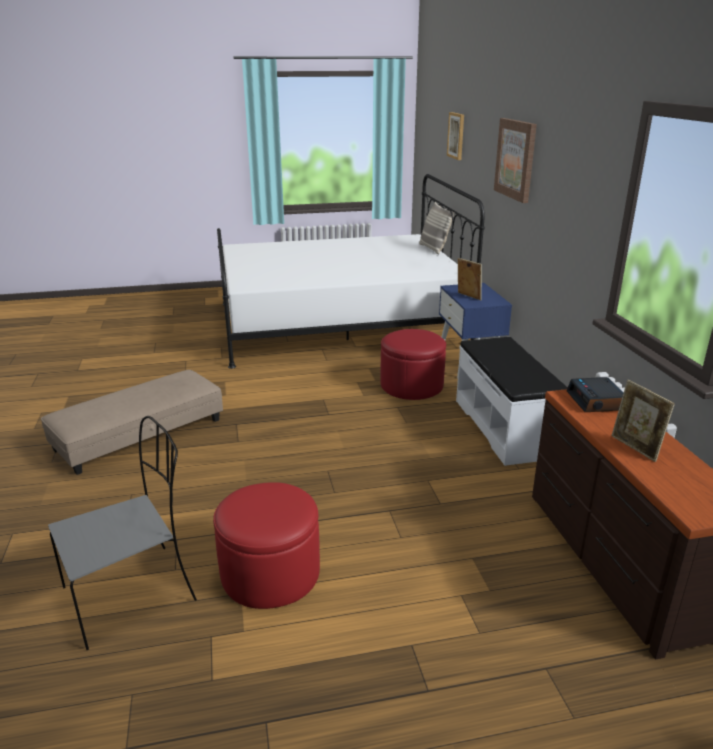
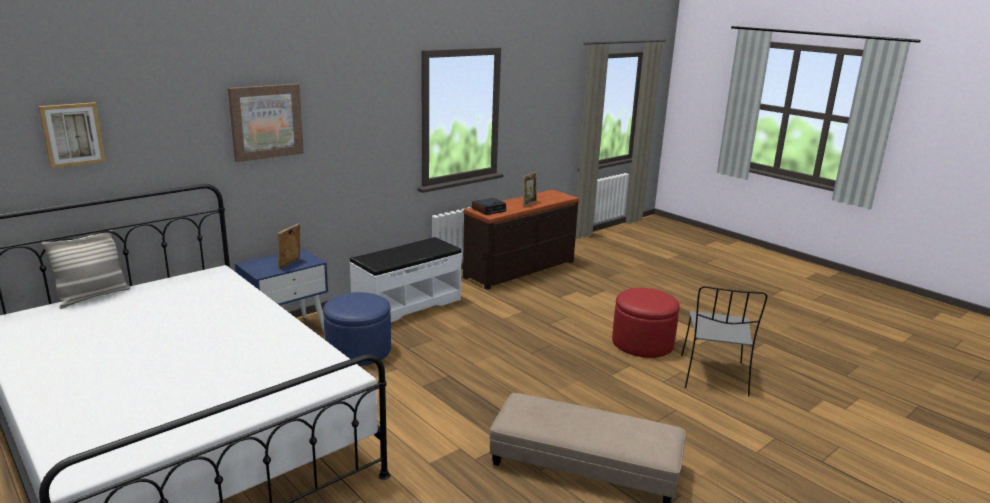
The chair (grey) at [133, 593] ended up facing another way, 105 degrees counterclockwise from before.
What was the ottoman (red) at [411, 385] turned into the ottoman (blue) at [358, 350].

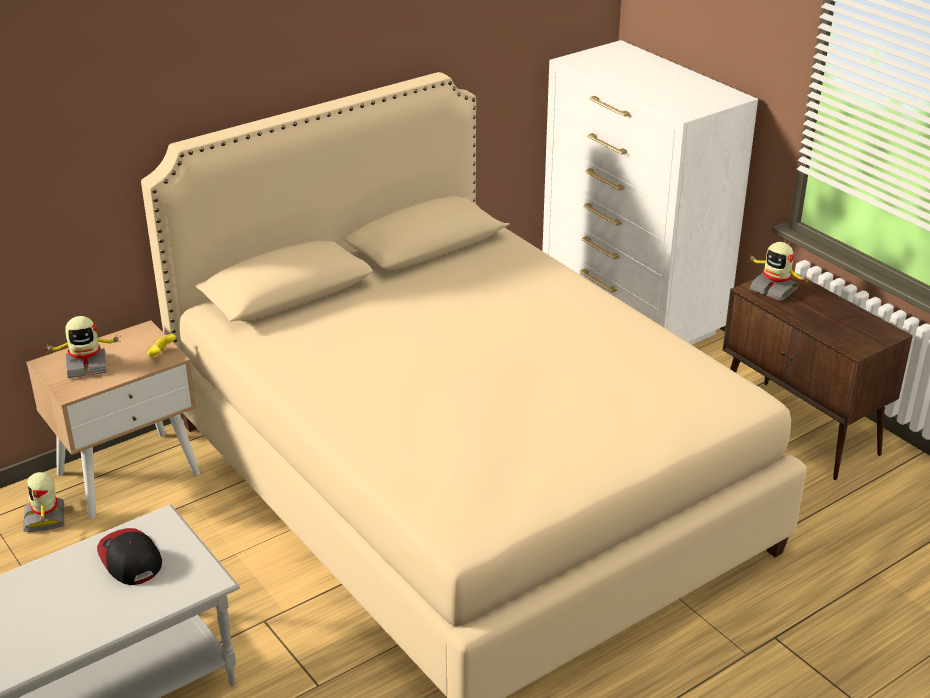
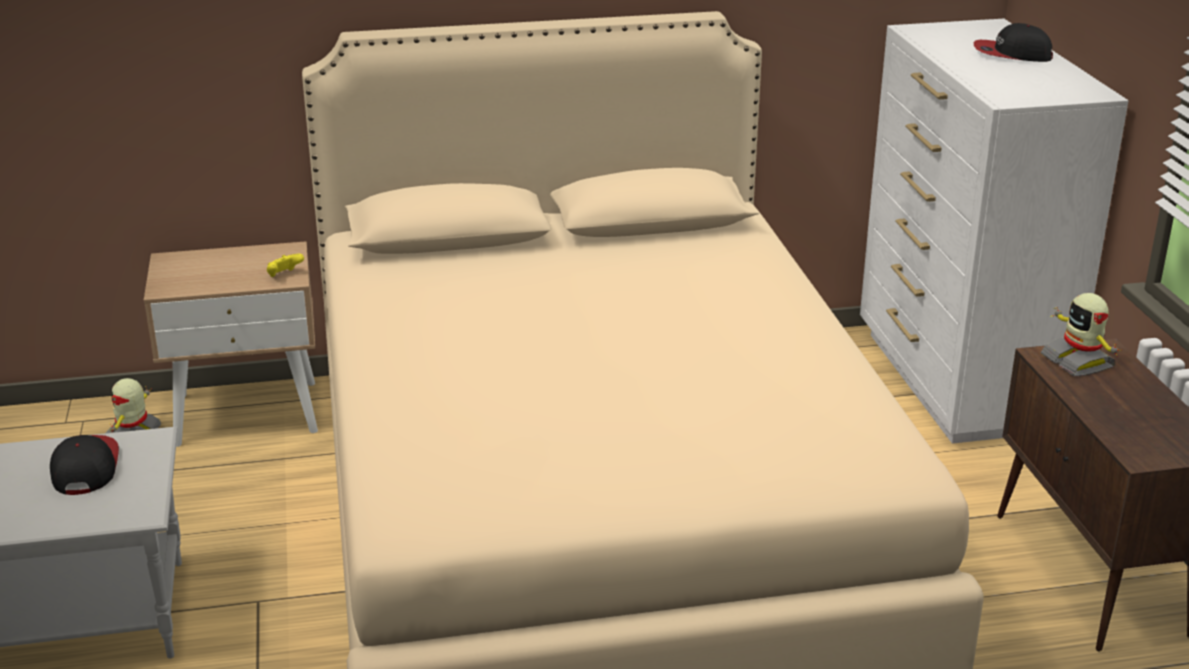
The second view lost the toy robot at [87, 366].
The second view gained the cap at [1011, 54].

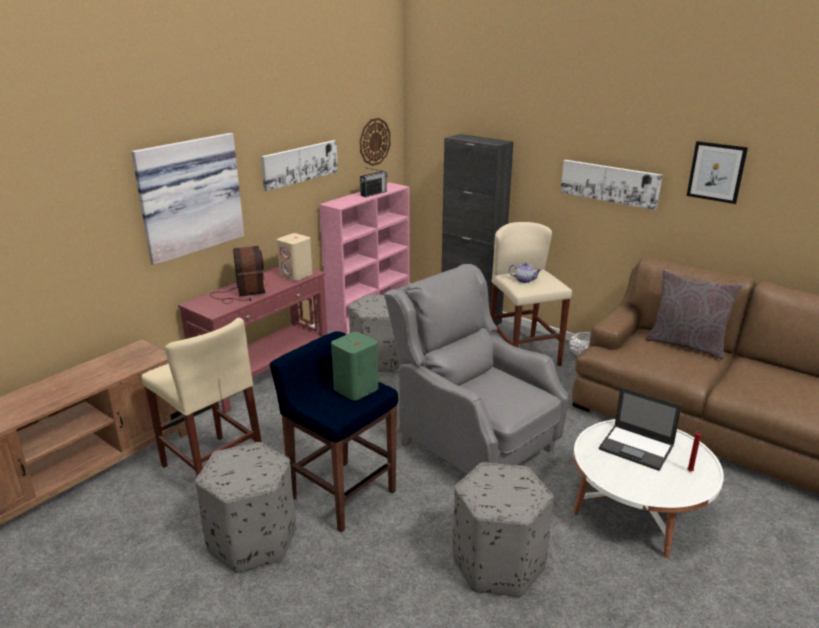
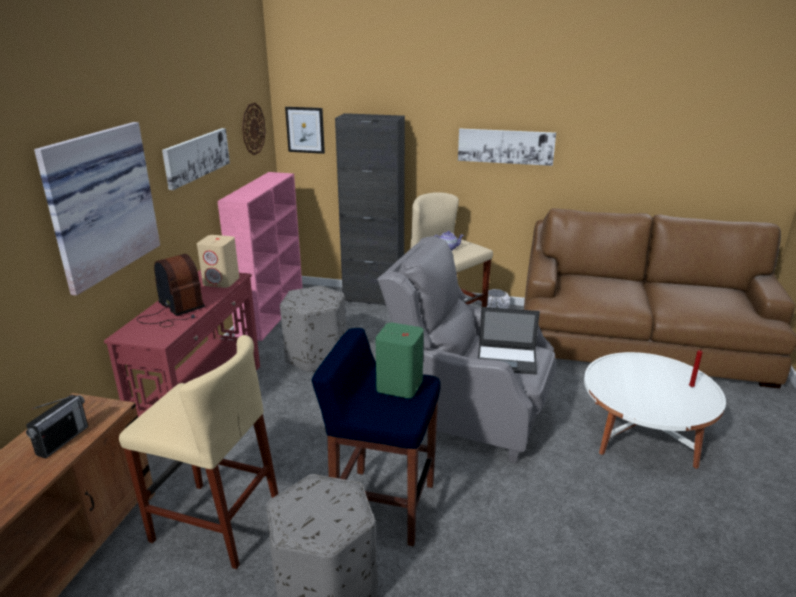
The radio ended up elsewhere, having gone from [373, 194] to [62, 440].
The second view lost the ottoman (grey) at [498, 564].
The laptop ended up elsewhere, having gone from [637, 447] to [507, 359].
The second view lost the pillow (grey) at [686, 344].
The picture ended up elsewhere, having gone from [716, 172] to [305, 130].

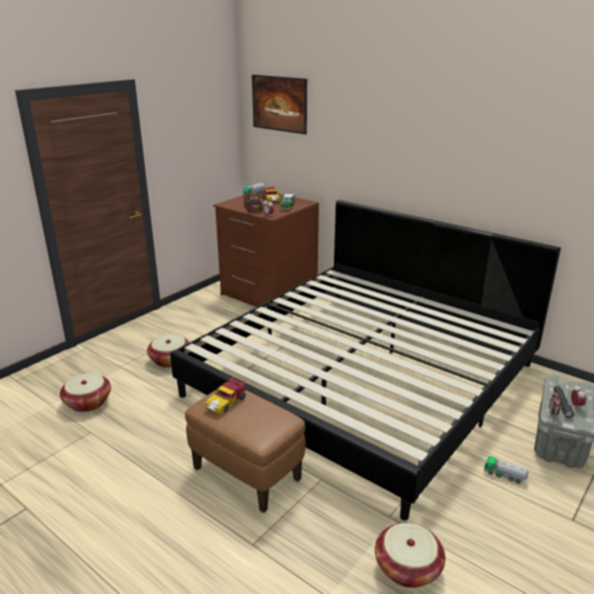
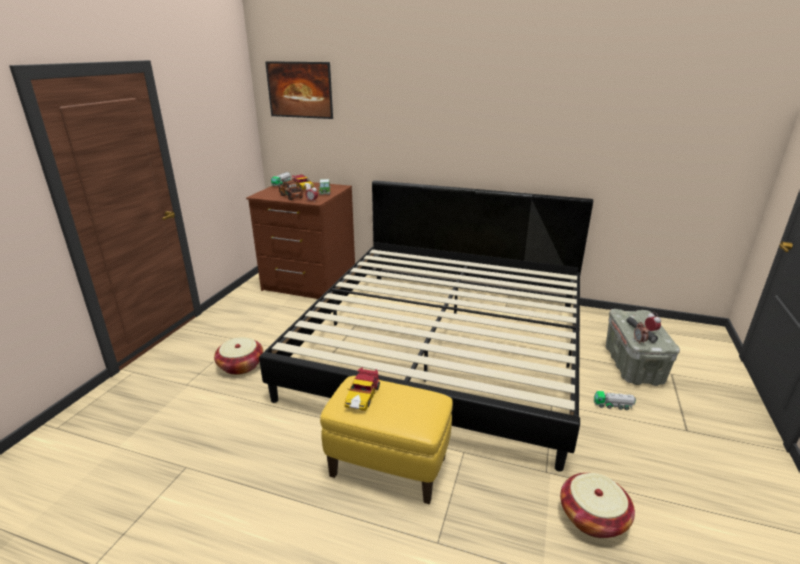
The second view lost the basket at [88, 402].
What was the ottoman (brown) at [247, 474] turned into the ottoman (yellow) at [389, 467].

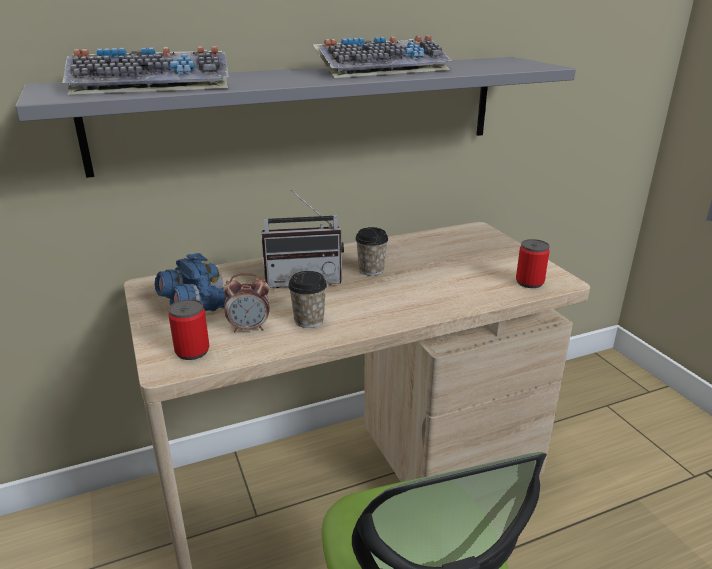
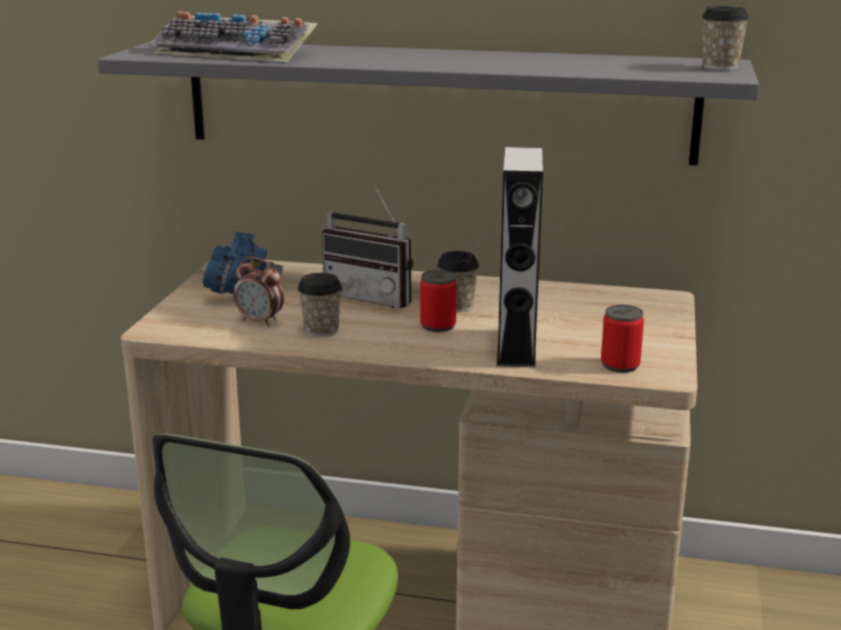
The can ended up elsewhere, having gone from [192, 351] to [438, 326].
The second view lost the keyboard at [382, 70].
The second view gained the speaker (grey) at [516, 347].
The second view gained the cup at [720, 67].

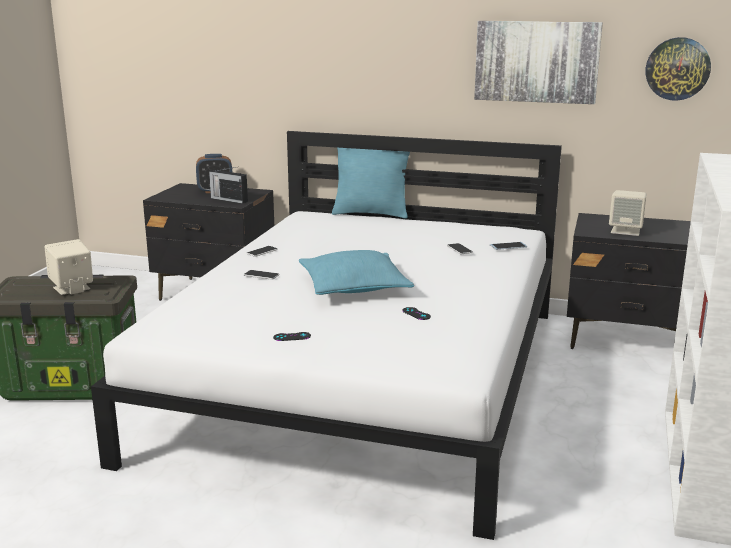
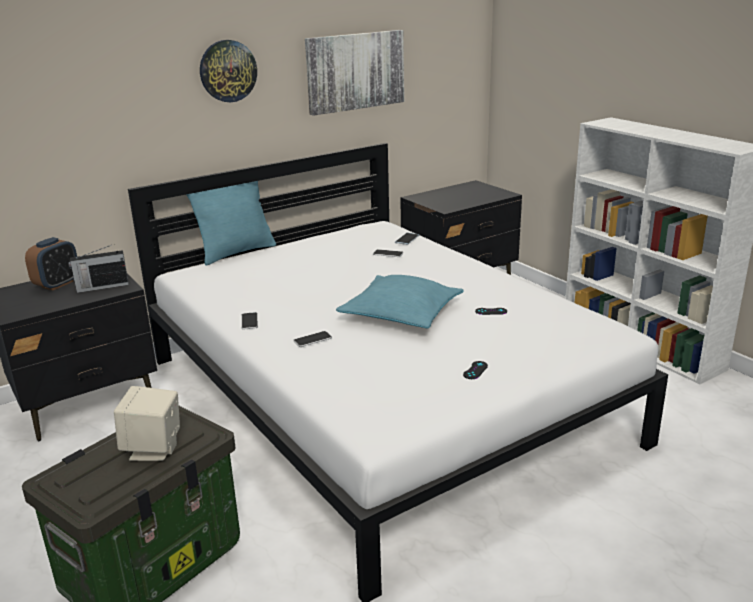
The second view lost the speaker (beige) at [626, 231].
The wall clock ended up elsewhere, having gone from [677, 68] to [228, 71].

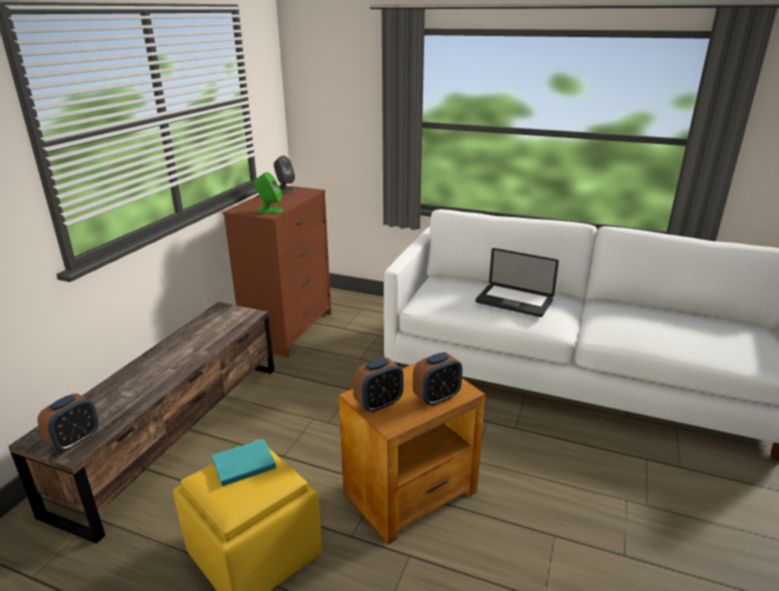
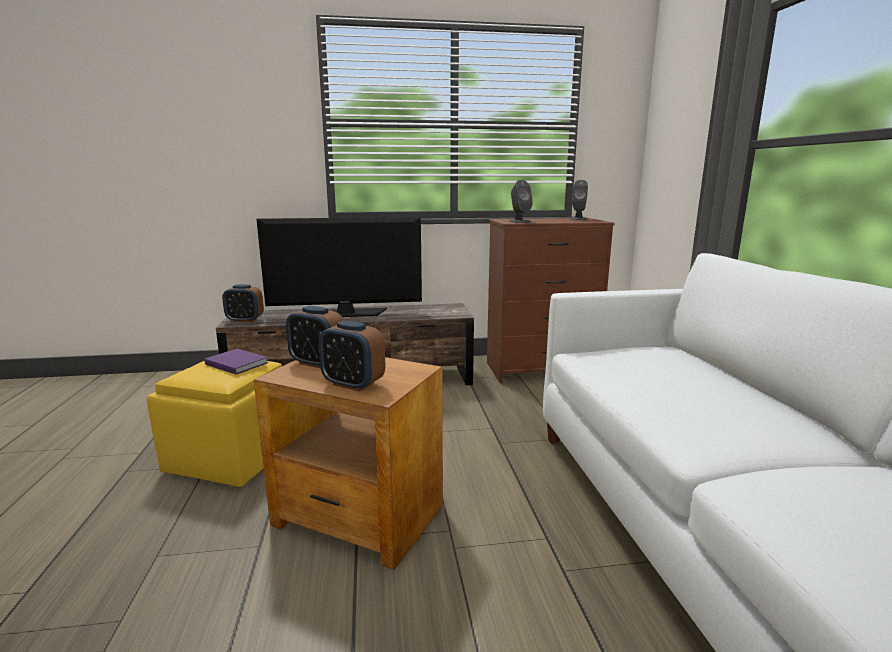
What was the book (turquoise) at [242, 464] turned into the book (purple) at [236, 363].
What was the speaker (green) at [269, 210] turned into the speaker (grey) at [519, 221].
The second view lost the laptop at [514, 301].
The second view gained the television at [345, 313].

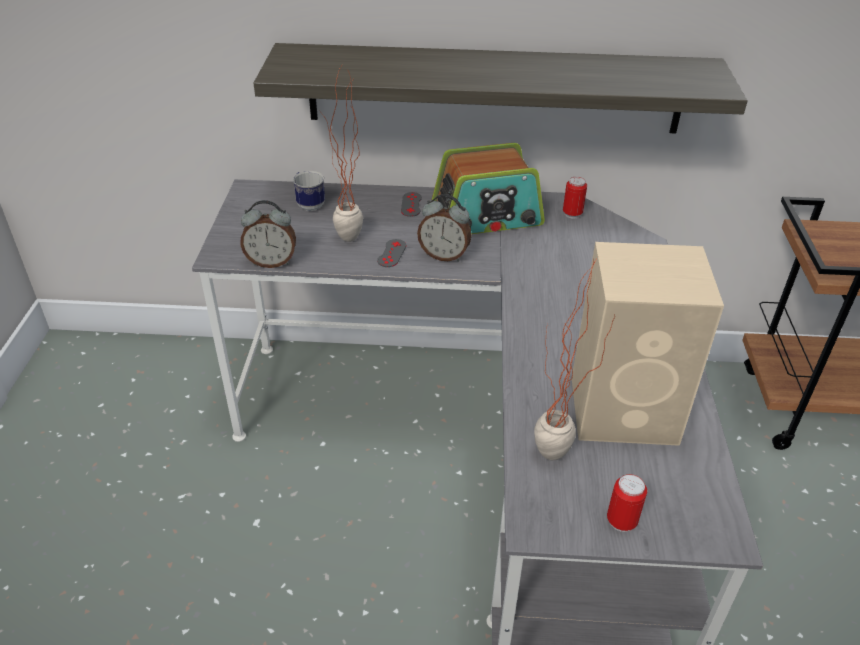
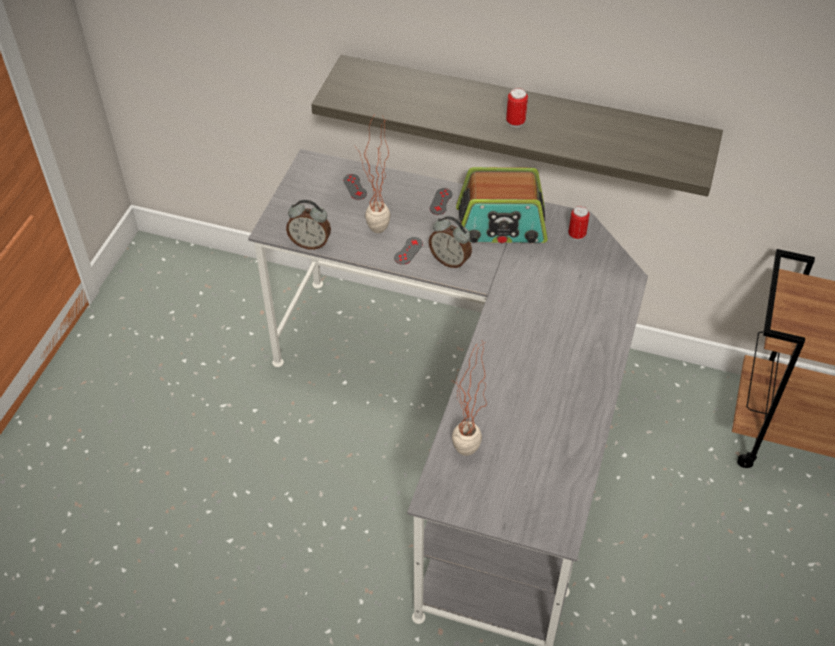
Where the mug stood at [308, 204], the game controller (grey) came to stand at [355, 187].
The second view lost the speaker (beige) at [626, 410].
The can ended up elsewhere, having gone from [621, 521] to [515, 122].

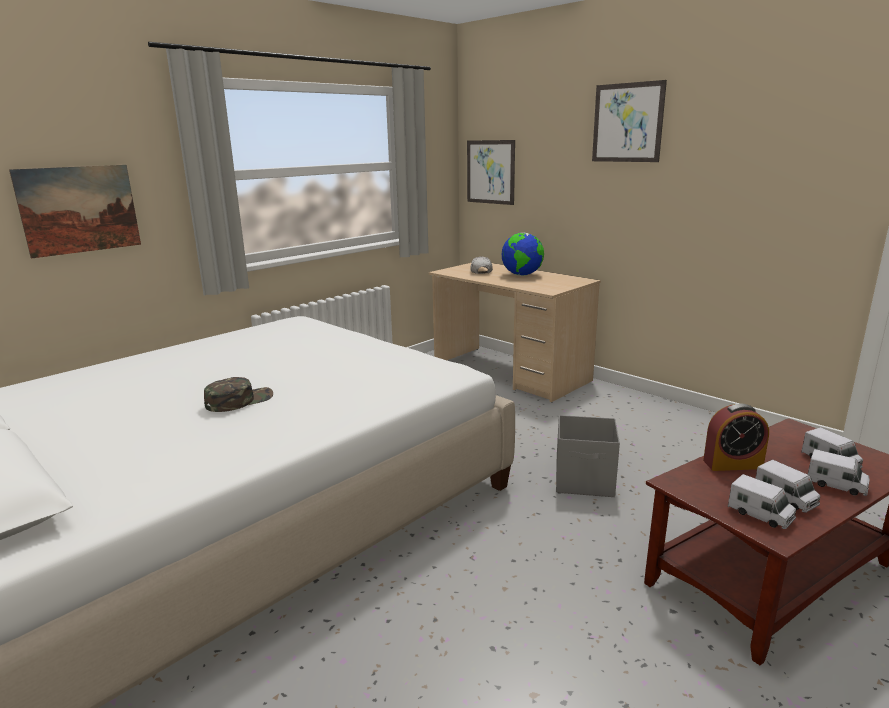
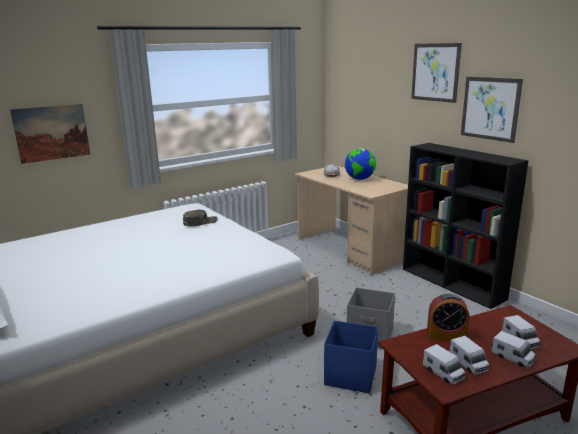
The cap (green) ended up elsewhere, having gone from [239, 401] to [200, 222].
The picture ended up elsewhere, having gone from [490, 172] to [490, 108].
The second view gained the storage box (blue) at [350, 375].
The second view gained the bookcase (black) at [453, 284].

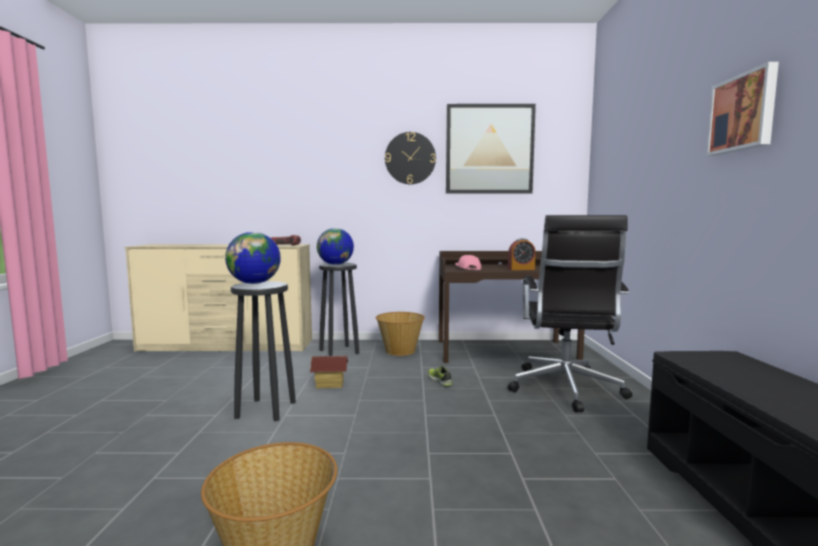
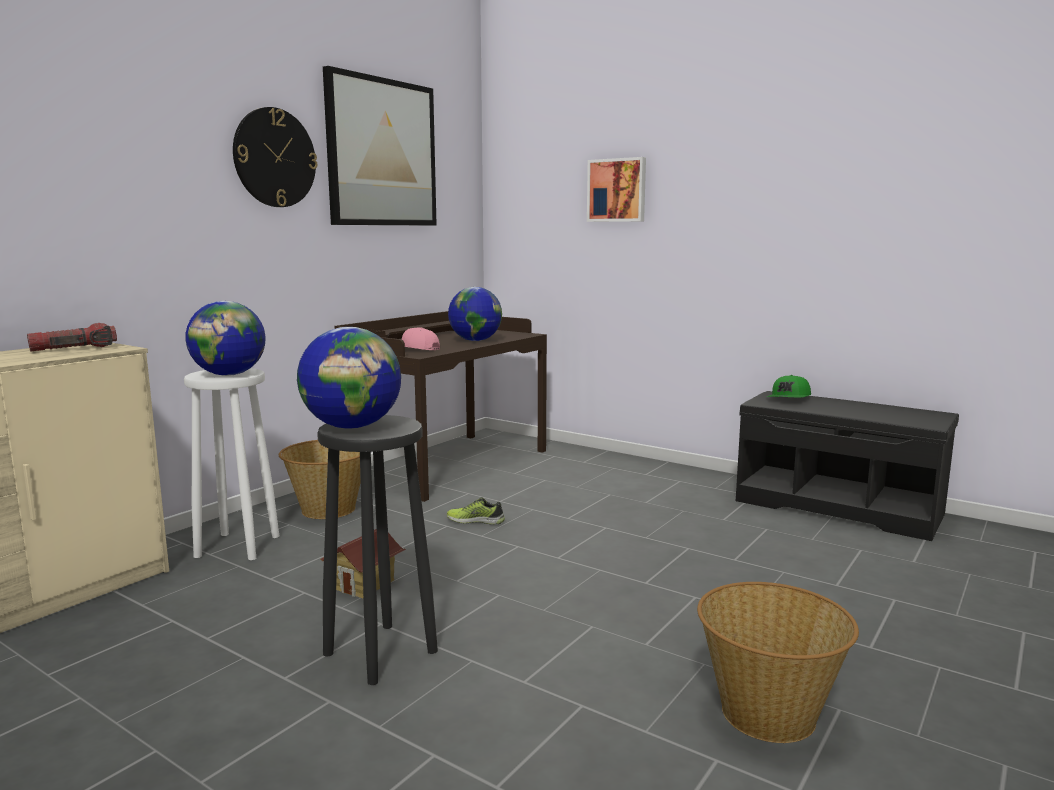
What was the stool (black) at [339, 352] turned into the stool (white) at [238, 545].
The second view lost the office chair (black) at [565, 389].
Where the alarm clock stood at [521, 269], the globe came to stand at [475, 340].
The picture ended up elsewhere, having gone from [743, 113] to [617, 190].
The second view gained the cap (green) at [789, 398].

